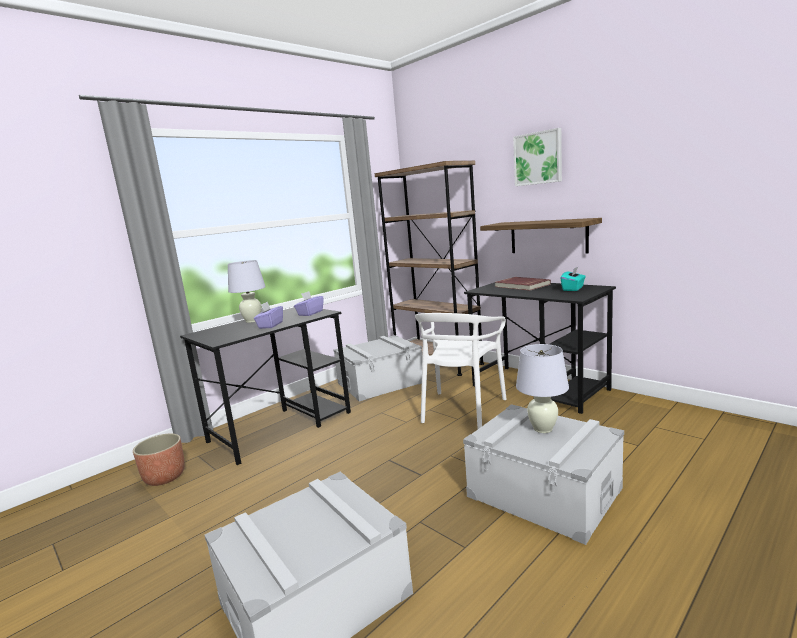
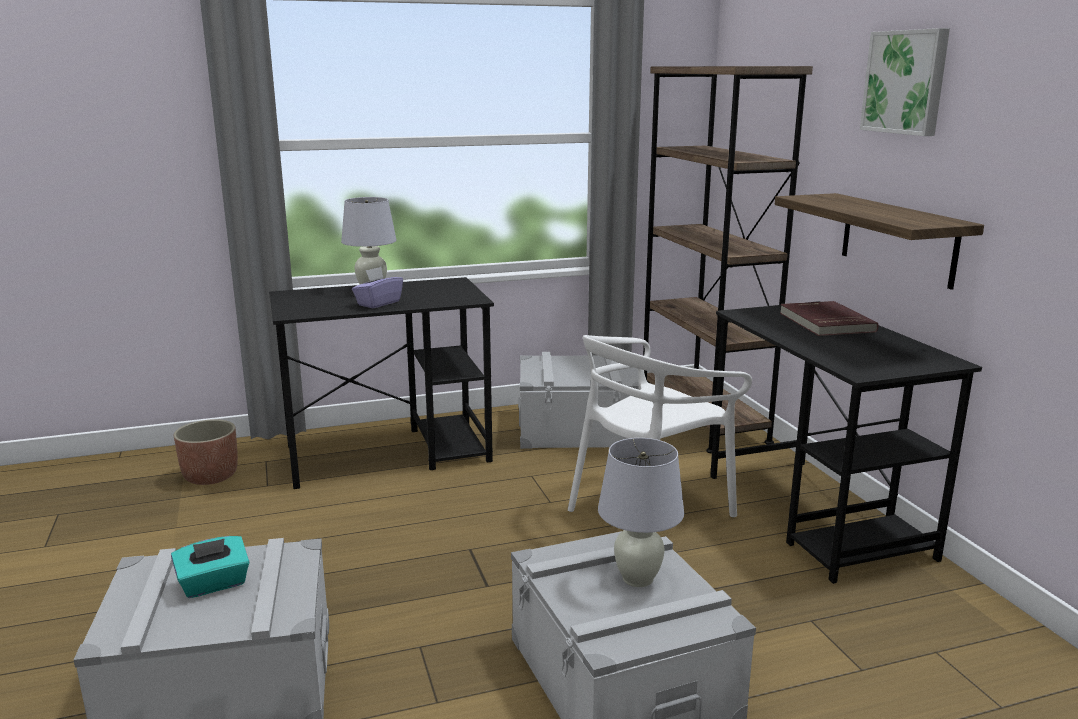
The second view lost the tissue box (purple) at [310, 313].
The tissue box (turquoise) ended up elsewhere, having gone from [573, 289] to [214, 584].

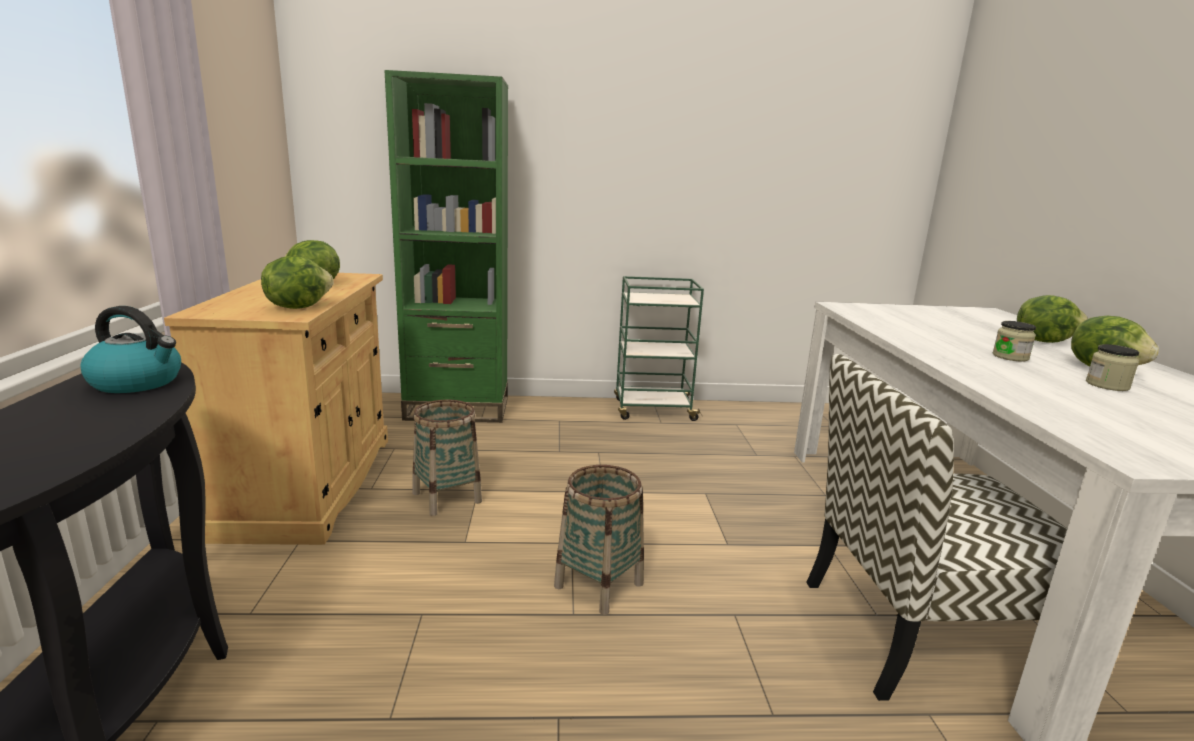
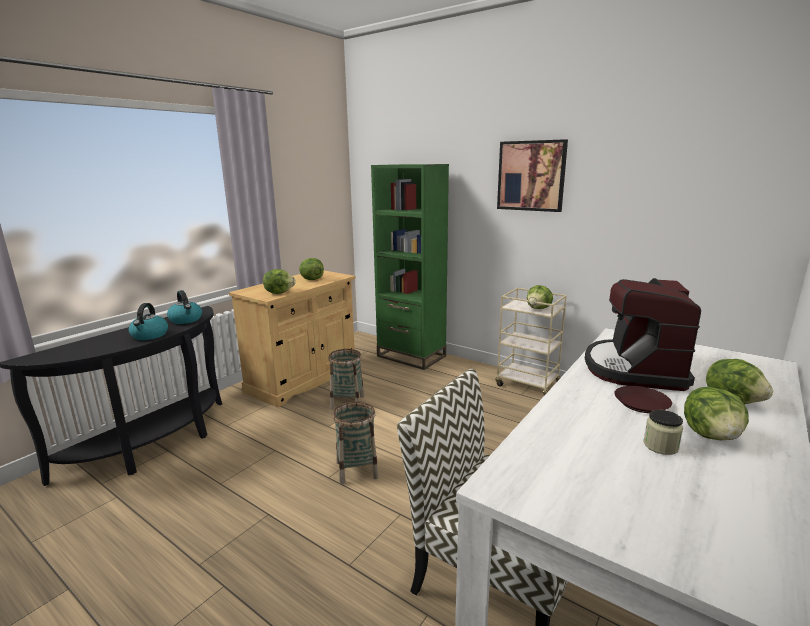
What was the cart (green) at [653, 410] turned into the cart (beige) at [528, 385].
Where the jar stood at [1010, 357], the plate (brown) came to stand at [642, 404].
The second view gained the kettle at [150, 335].
The second view gained the picture at [531, 176].
The second view gained the lettuce at [538, 308].
The second view gained the coffee machine at [634, 369].

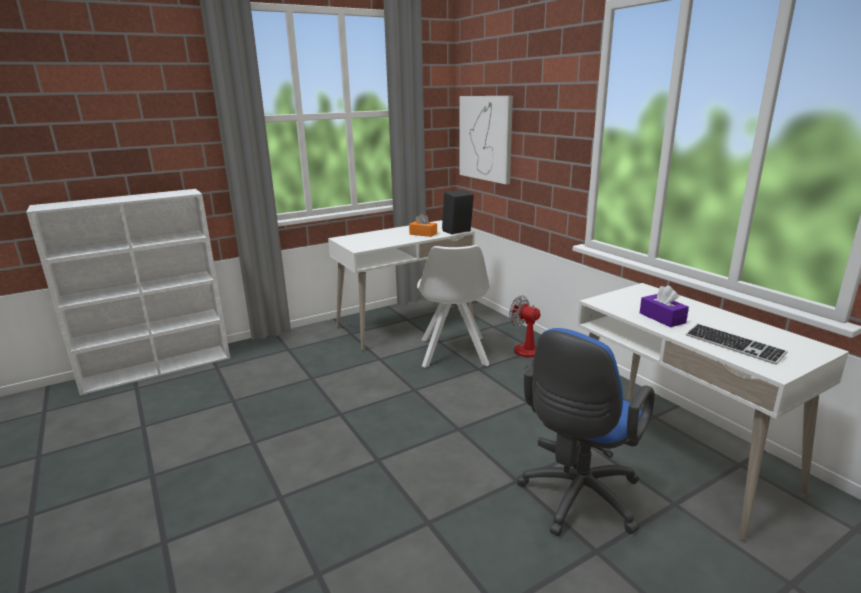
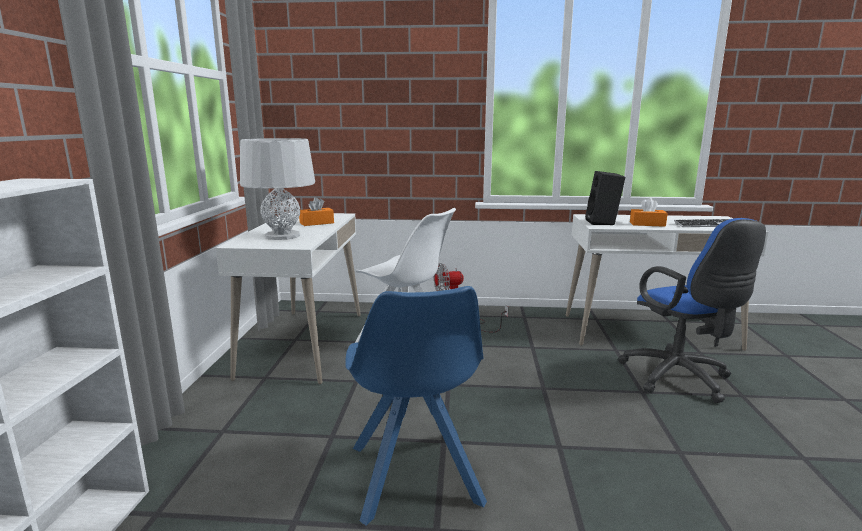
The speaker (black) ended up elsewhere, having gone from [457, 232] to [603, 222].
The second view lost the picture at [485, 138].
What was the tissue box (purple) at [662, 318] turned into the tissue box (orange) at [647, 224].
The second view gained the table lamp (grey) at [282, 236].
The second view gained the chair (blue) at [415, 477].

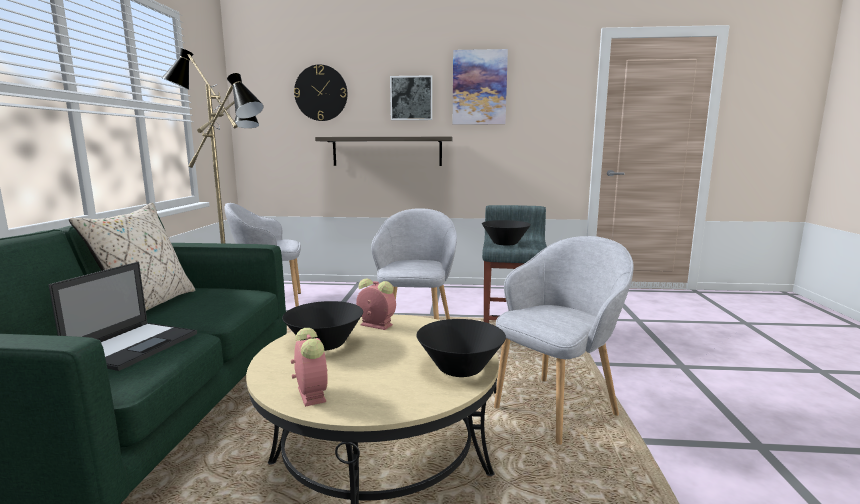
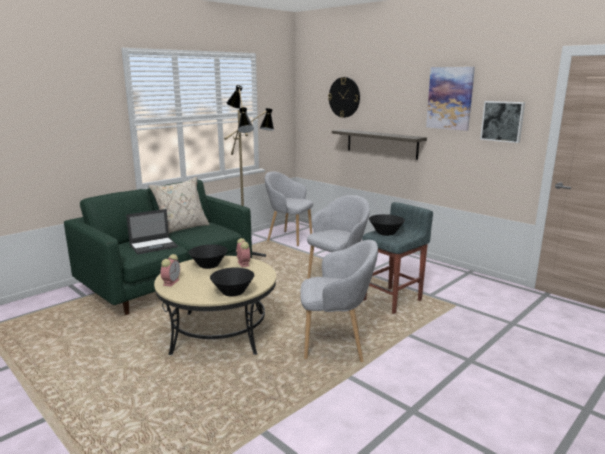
The picture ended up elsewhere, having gone from [411, 98] to [502, 121].

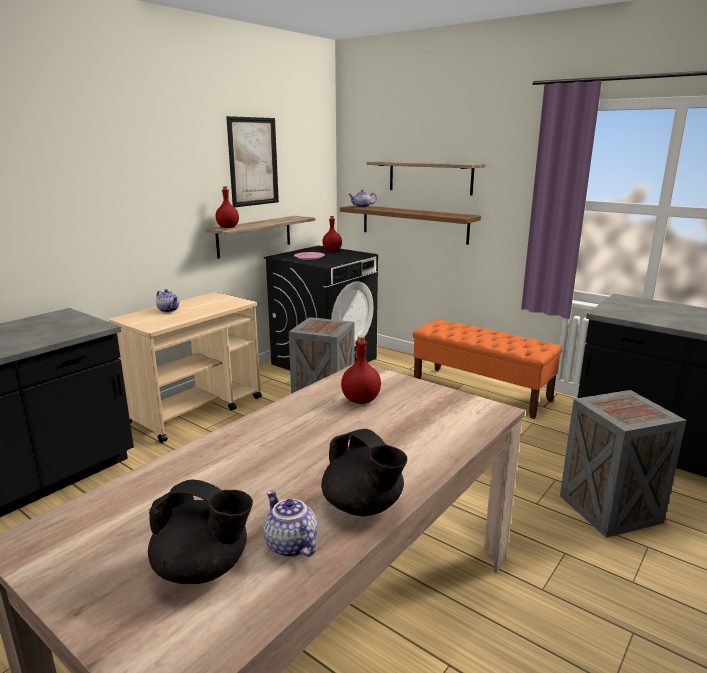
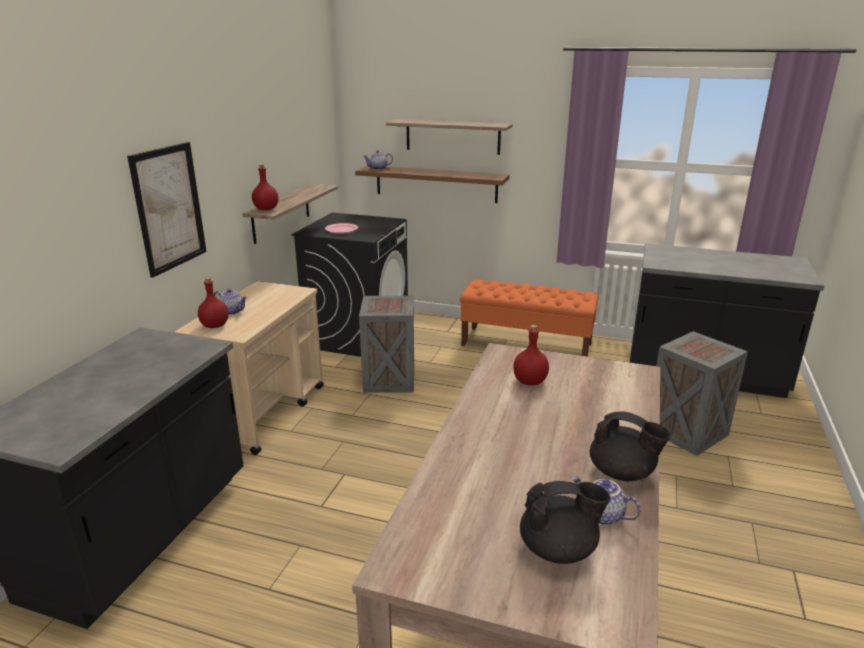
The picture ended up elsewhere, having gone from [253, 162] to [169, 208].
The bottle (red) ended up elsewhere, having gone from [332, 251] to [214, 326].

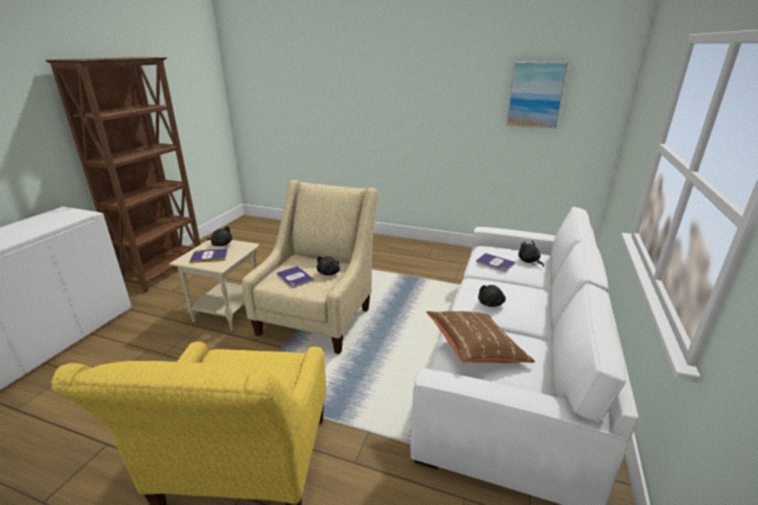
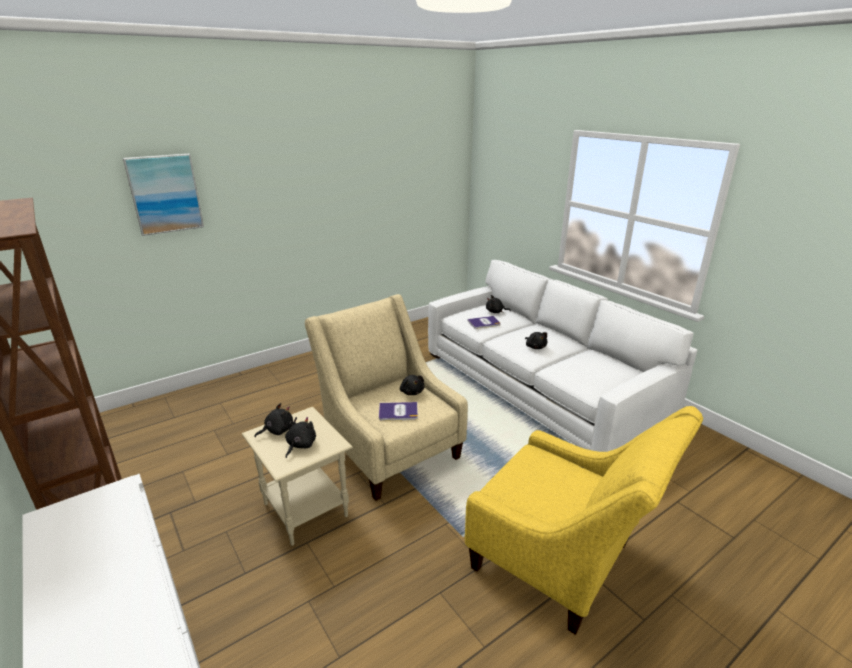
Where the book stood at [209, 256], the plush toy (black) came to stand at [300, 445].
The second view lost the pillow (brown) at [475, 350].
The picture ended up elsewhere, having gone from [535, 94] to [165, 194].

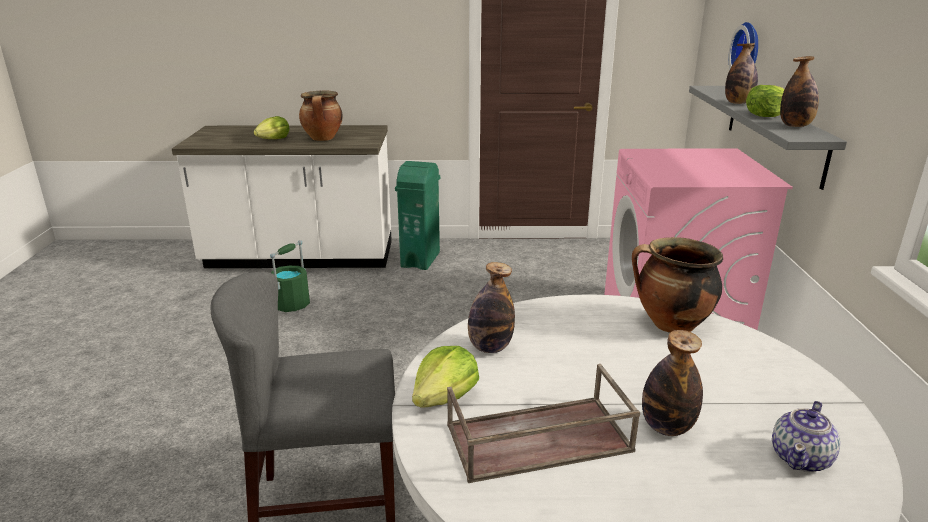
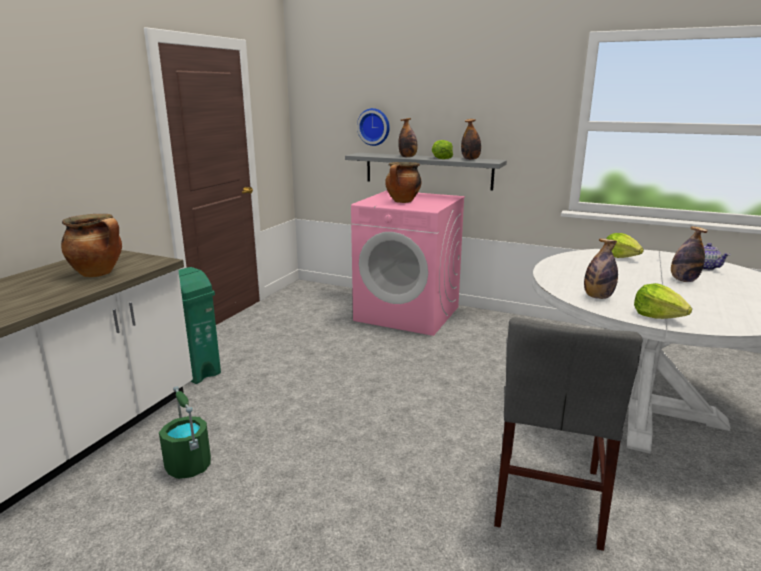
The lettuce ended up elsewhere, having gone from [274, 140] to [620, 257].
The second view lost the tray (brown) at [537, 440].
The cooking pot ended up elsewhere, having gone from [670, 325] to [403, 201].

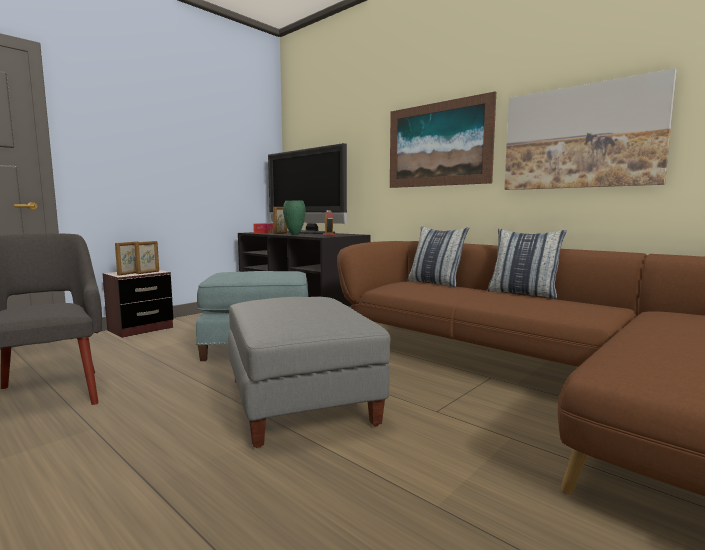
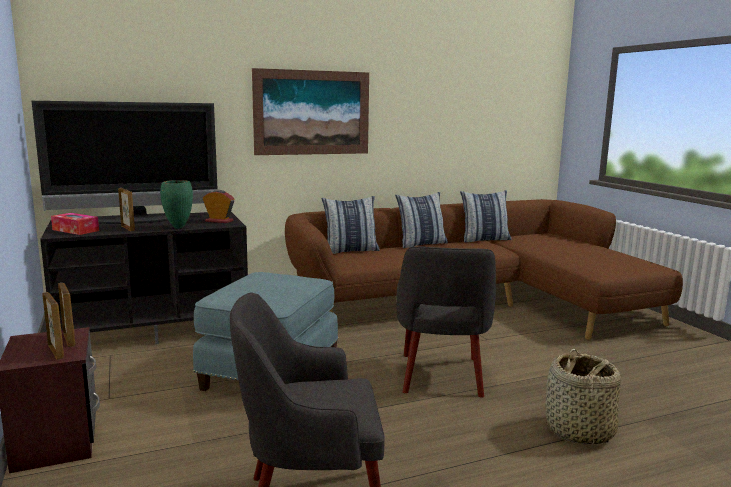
Where the ottoman (grey) stood at [300, 402], the armchair (grey) came to stand at [441, 376].
The second view lost the picture at [581, 137].
The second view gained the pillow at [484, 239].
The second view gained the basket at [579, 431].

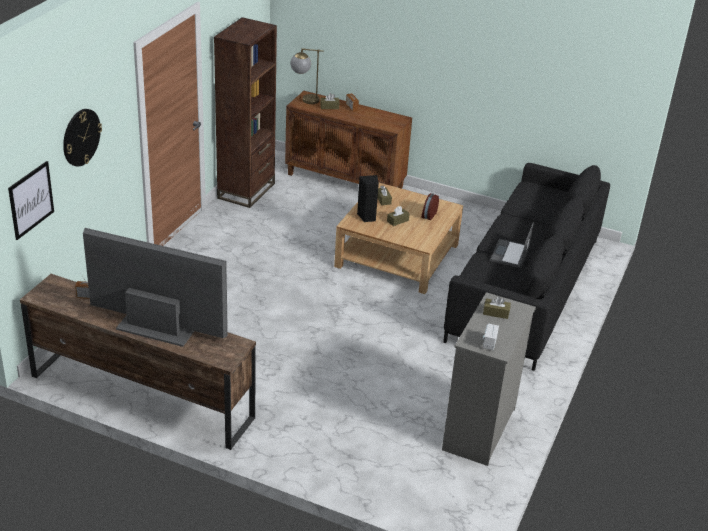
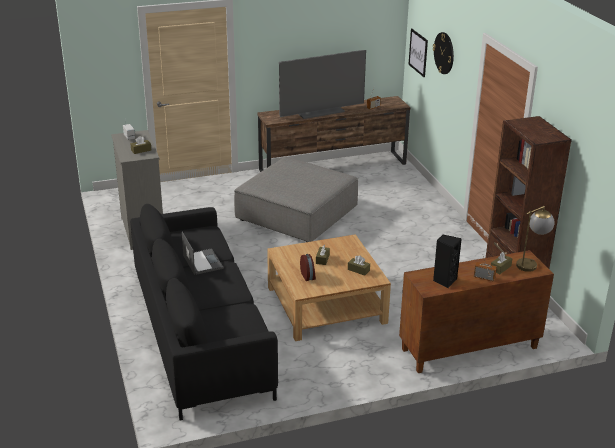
The speaker (black) ended up elsewhere, having gone from [367, 217] to [444, 280].
The second view gained the ottoman (grey) at [297, 214].

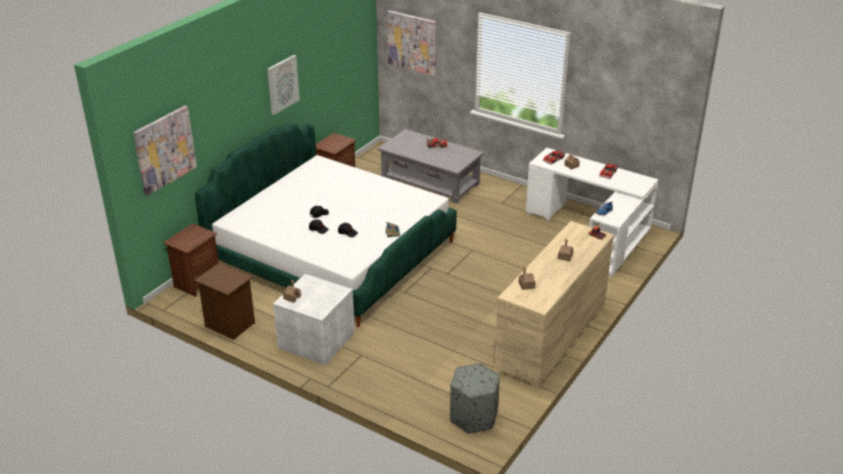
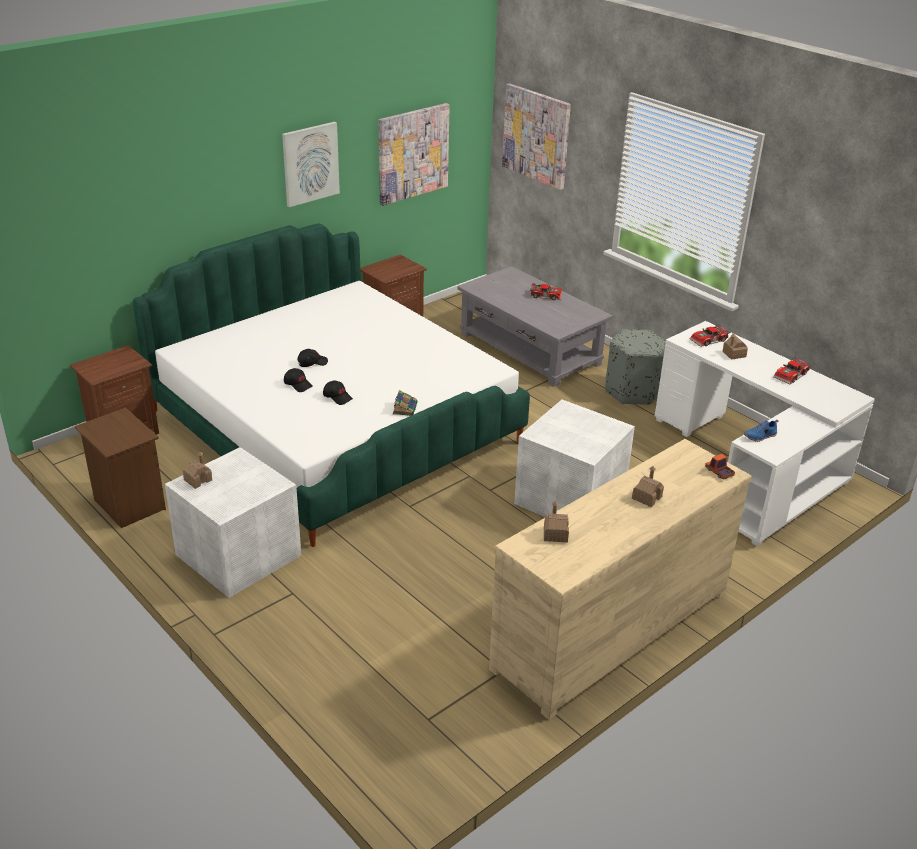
The picture ended up elsewhere, having gone from [164, 149] to [412, 153].
The ottoman (grey) ended up elsewhere, having gone from [473, 417] to [632, 392].
The second view gained the storage box (white) at [570, 499].

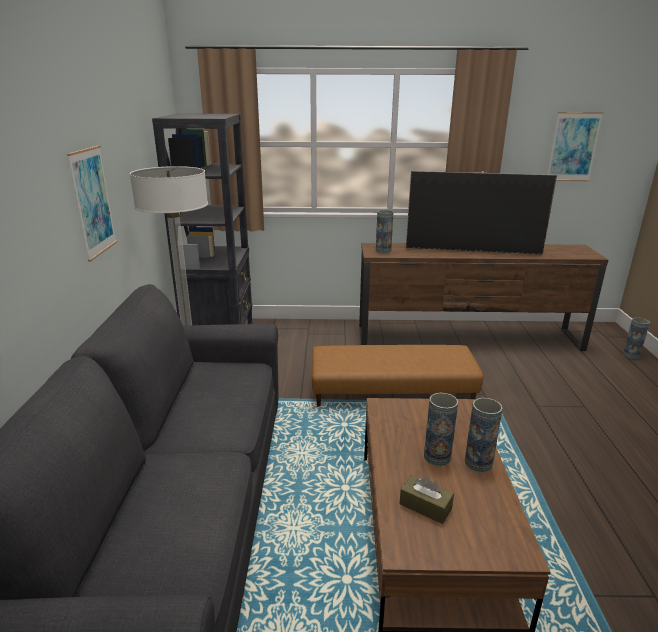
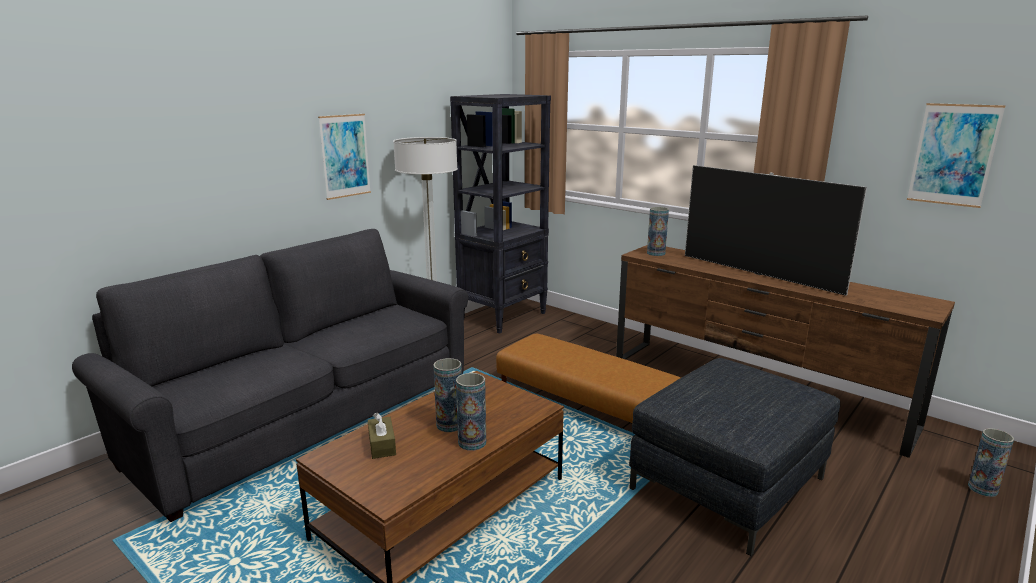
The second view gained the ottoman (grey) at [727, 483].

